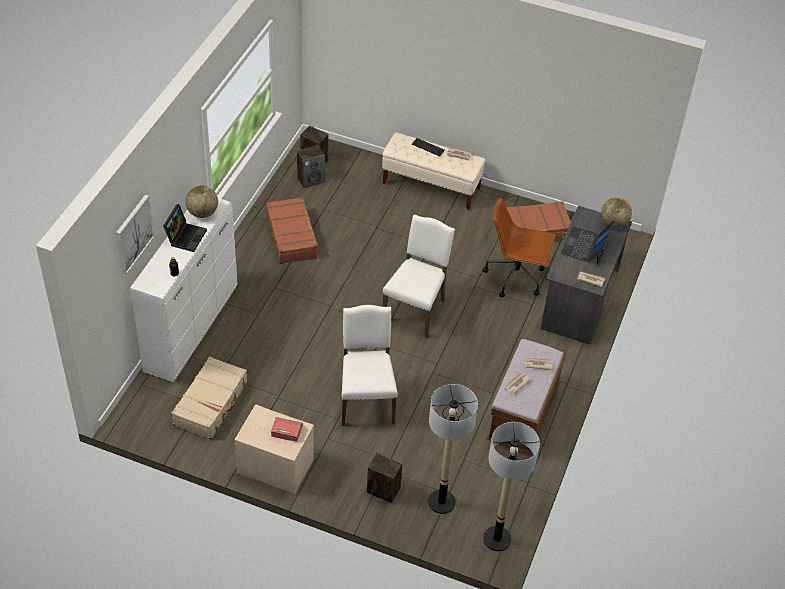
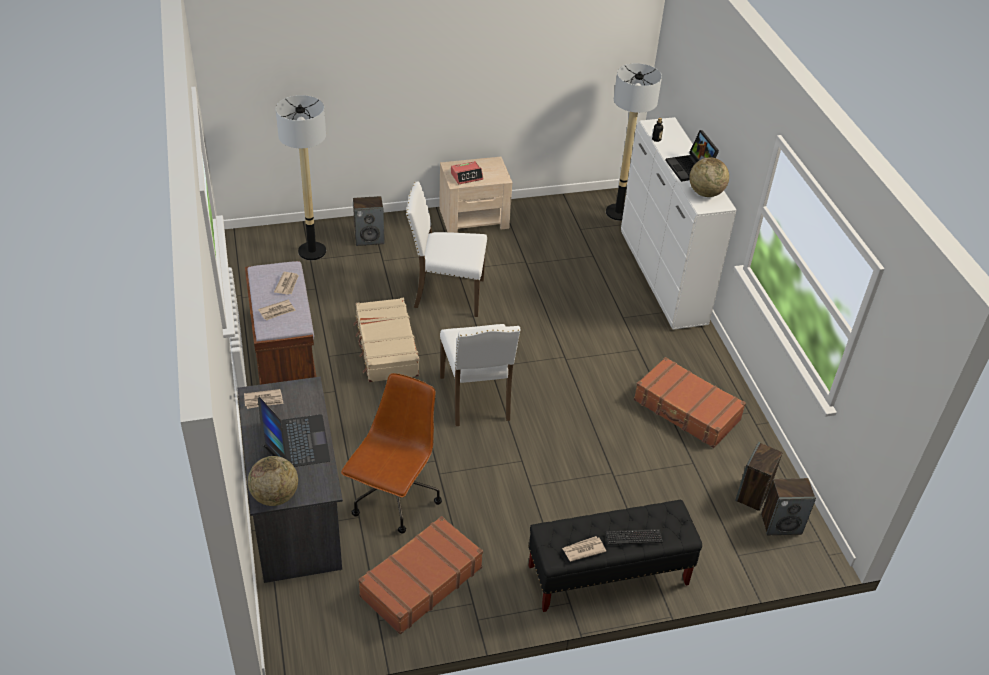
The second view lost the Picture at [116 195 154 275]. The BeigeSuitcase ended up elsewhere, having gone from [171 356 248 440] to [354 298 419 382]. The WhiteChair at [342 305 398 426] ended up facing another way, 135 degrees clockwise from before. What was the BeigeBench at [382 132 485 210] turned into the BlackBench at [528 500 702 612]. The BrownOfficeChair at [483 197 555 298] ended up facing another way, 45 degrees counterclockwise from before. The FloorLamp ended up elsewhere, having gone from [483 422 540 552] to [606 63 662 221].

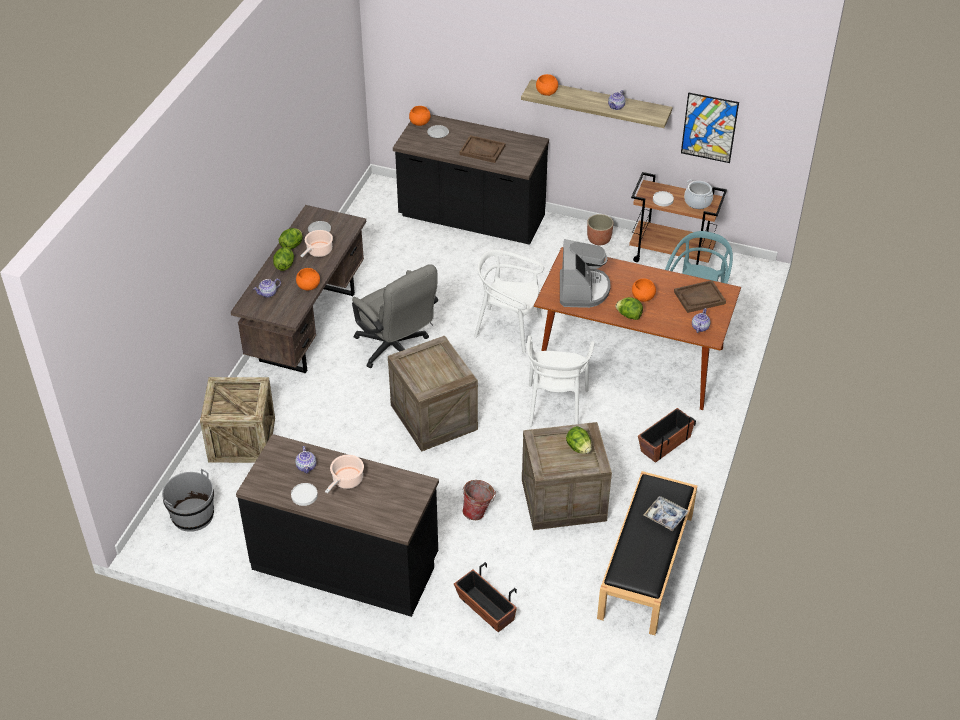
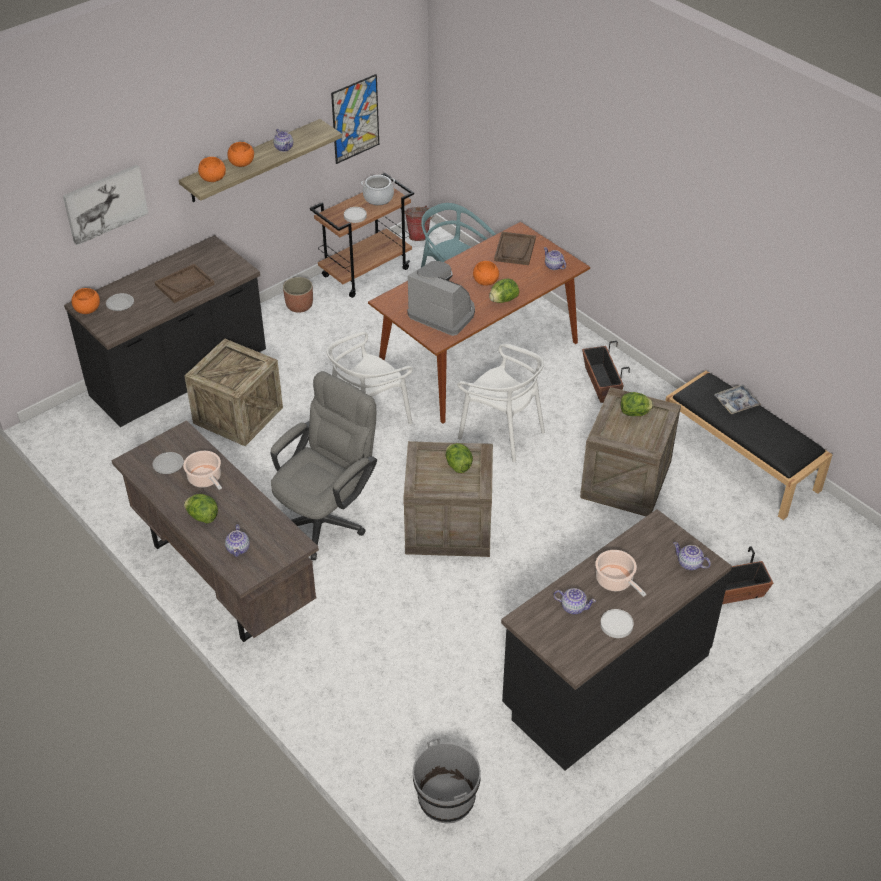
The Crate ended up elsewhere, having gone from [200 377 275 463] to [185 338 283 446]. The Lettuce ended up elsewhere, having gone from [279 228 303 250] to [446 443 473 473]. The OrangeBowl ended up elsewhere, having gone from [296 268 320 290] to [227 142 254 167]. The GreyOfficeChair at [352 264 438 368] ended up facing another way, 45 degrees counterclockwise from before. The Bucket ended up elsewhere, having gone from [463 480 496 520] to [405 206 434 241]. The second view gained the Picture at [63 165 148 245]. The second view gained the Teapot at [673 542 711 570].

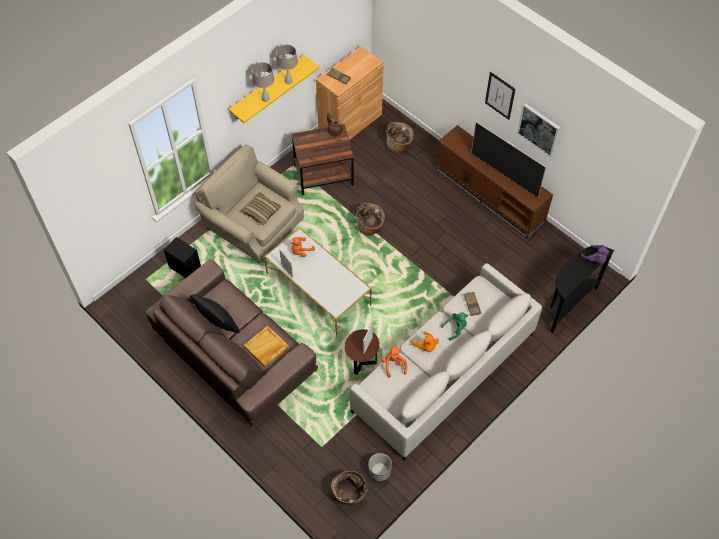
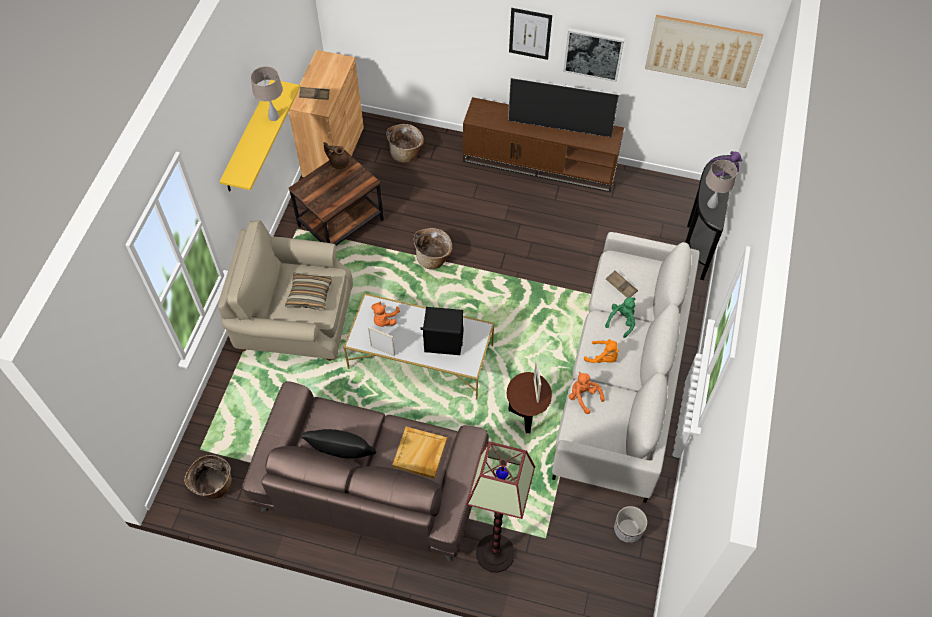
The BlackSpeaker ended up elsewhere, having gone from [164 237 201 278] to [421 307 463 355]. The BeigeTableLamp ended up elsewhere, having gone from [252 62 274 102] to [706 160 737 209]. The Basket ended up elsewhere, having gone from [331 471 368 506] to [184 455 231 499]. The second view gained the FloorLamp at [466 442 535 573]. The second view gained the Picture at [645 15 763 88].

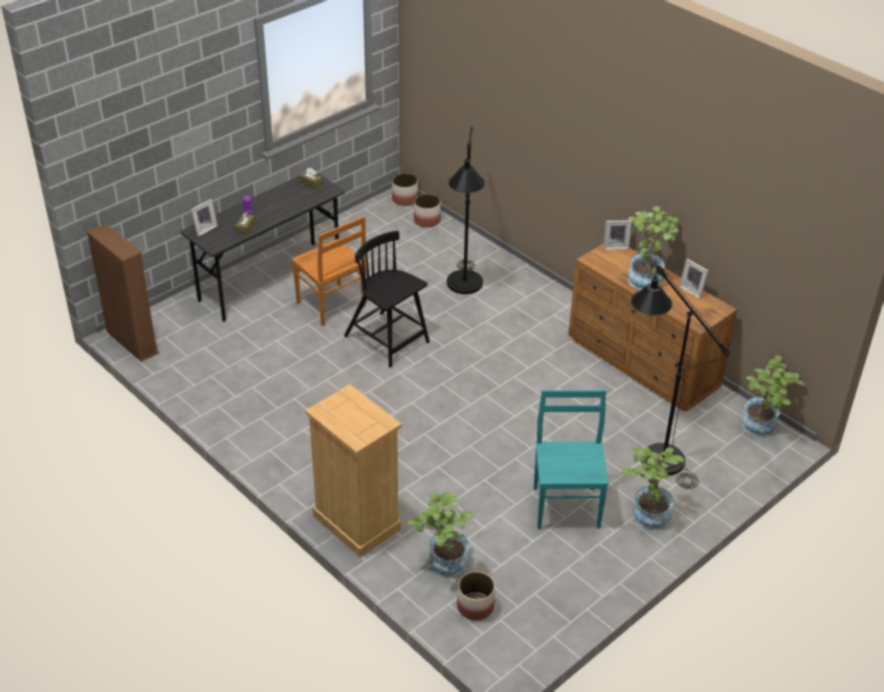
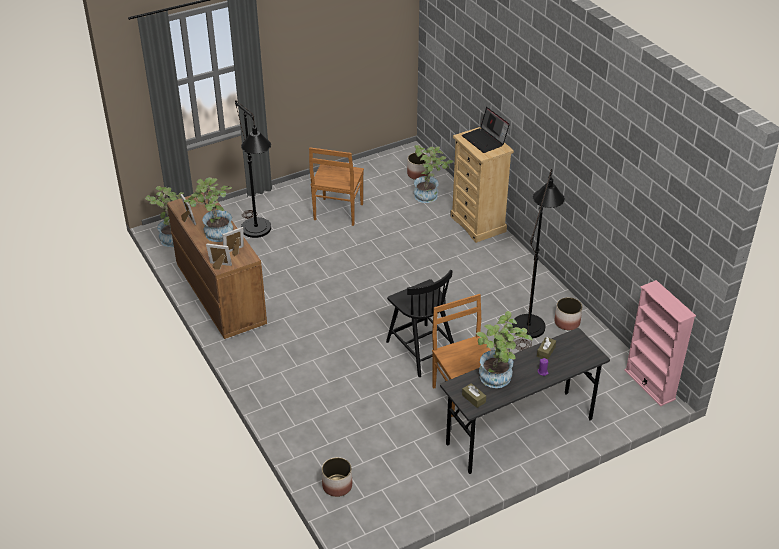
What was the BrownBookcase at [87 223 159 362] turned into the PinkBookcase at [624 280 696 406]. The PictureFrame ended up elsewhere, having gone from [191 199 218 236] to [223 227 244 256]. The Planter ended up elsewhere, having gone from [392 173 418 206] to [554 297 583 330]. The BlackFloorLamp ended up elsewhere, having gone from [447 126 485 294] to [512 169 565 351]. What was the TurquoiseChair at [534 390 609 529] turned into the BrownChair at [309 147 364 226]. The PottedPlant ended up elsewhere, having gone from [622 446 684 530] to [476 311 533 388]. The second view gained the Laptop at [462 107 510 153].

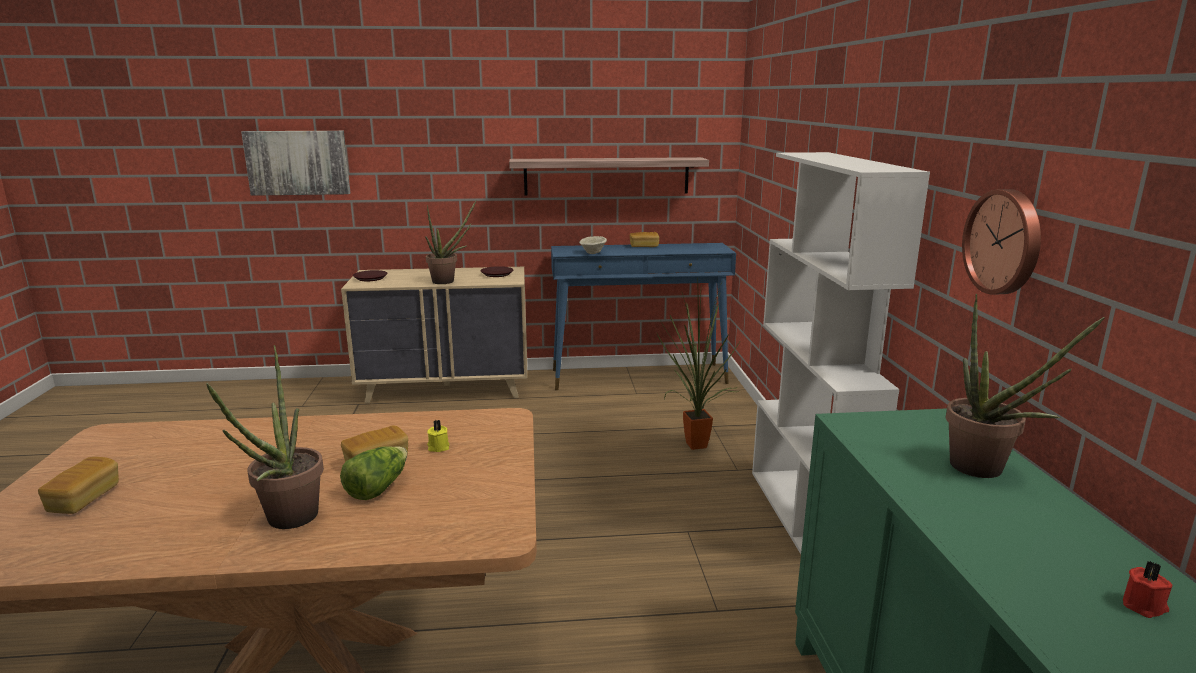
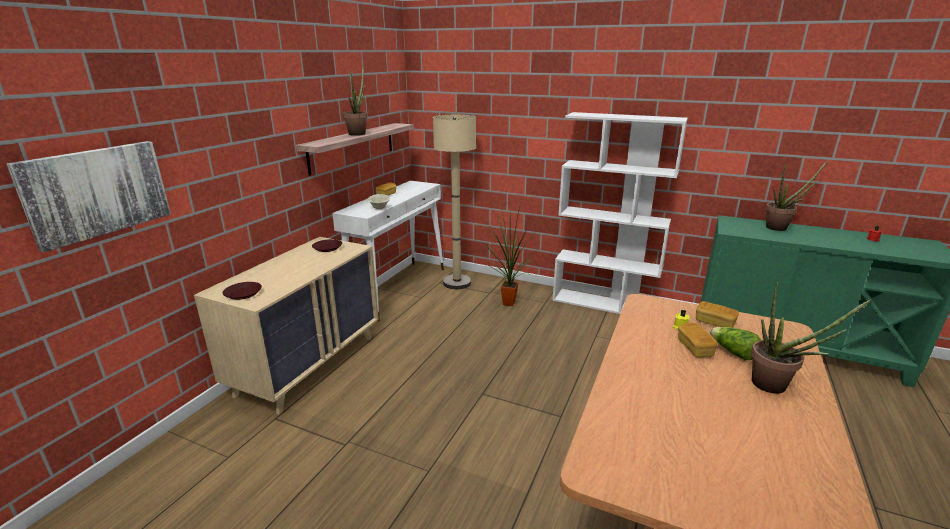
The Bread ended up elsewhere, having gone from [38 457 119 514] to [696 301 739 327]. The PottedPlant ended up elsewhere, having gone from [425 201 476 284] to [343 68 368 136]. What was the BlueConsoleTable at [551 243 736 390] turned into the WhiteConsoleTable at [332 181 444 322]. The second view lost the WallClock at [962 189 1041 294]. The second view gained the BeigeFloorLamp at [433 115 476 289].

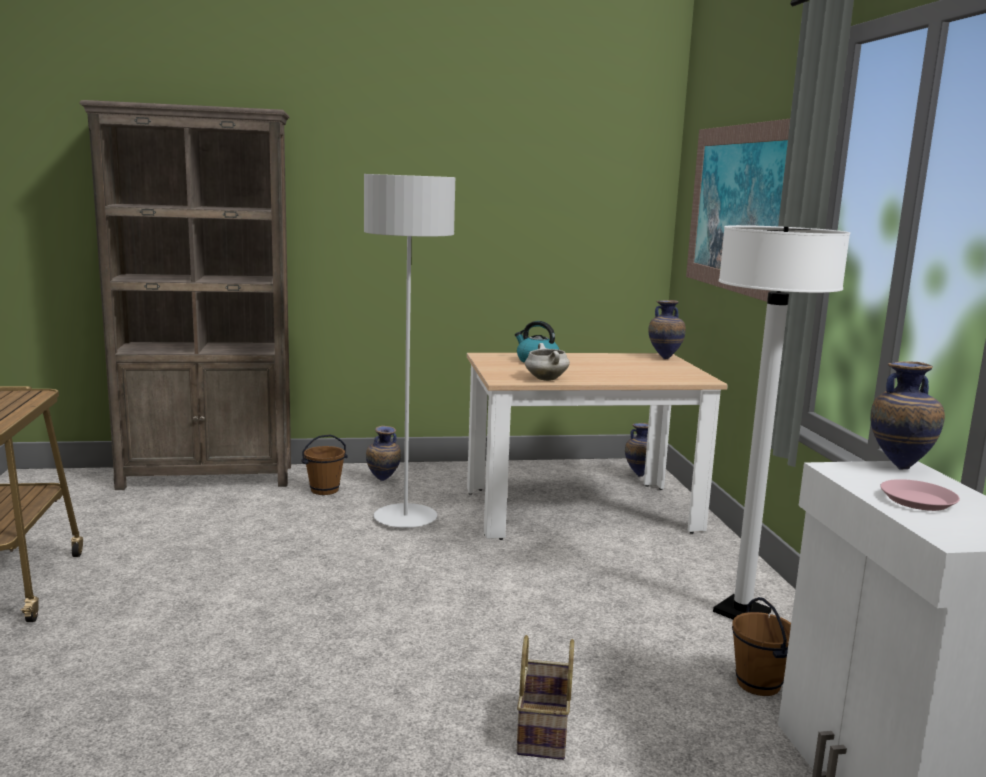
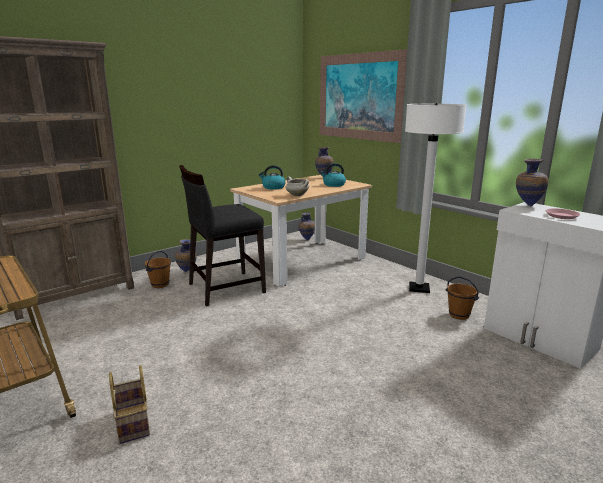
Where the GreyFloorLamp stood at [364 174 456 528], the BlackChair came to stand at [179 165 266 306]. The Basket ended up elsewhere, having gone from [516 635 574 760] to [109 365 150 444]. The second view gained the Kettle at [320 163 346 187].

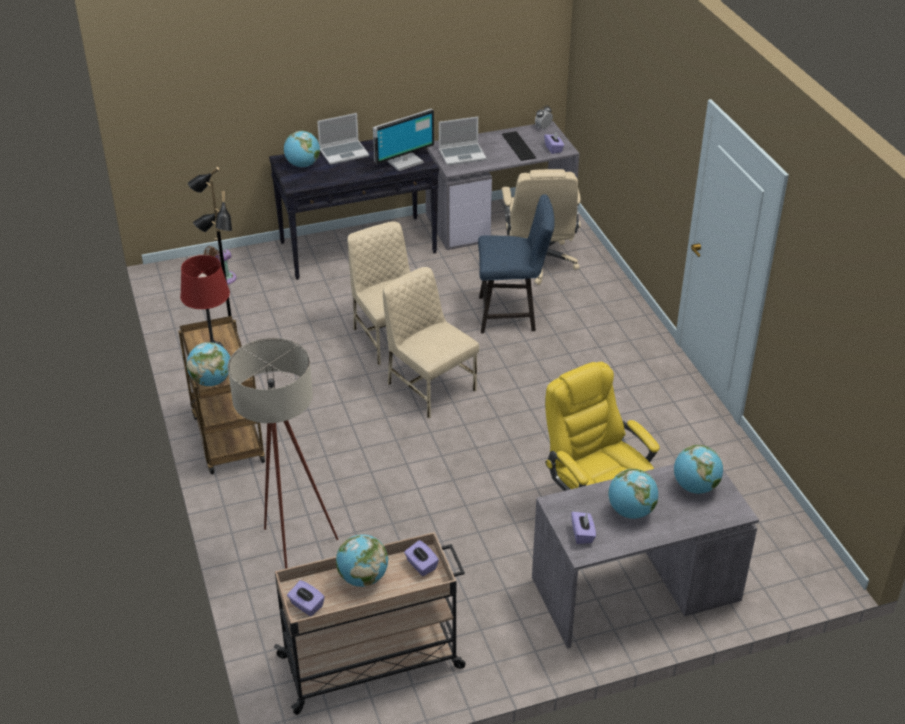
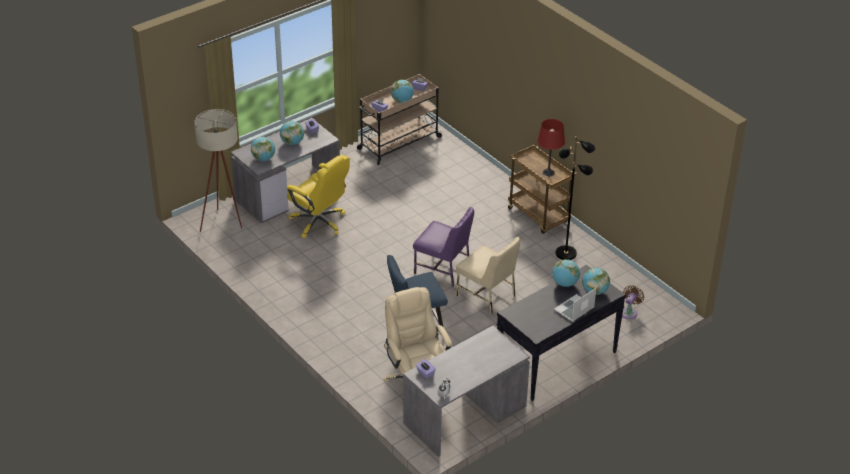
The Globe ended up elsewhere, having gone from [187 342 230 386] to [552 259 580 287]. The BeigeFloorLamp ended up elsewhere, having gone from [228 338 338 569] to [194 109 242 232]. The second view lost the Monitor at [373 109 434 171]. What was the BeigeChair at [383 267 479 418] turned into the PurpleChair at [413 207 474 286]. The second view lost the Laptop at [439 116 486 165]. The second view lost the Keyboard at [502 131 536 161].

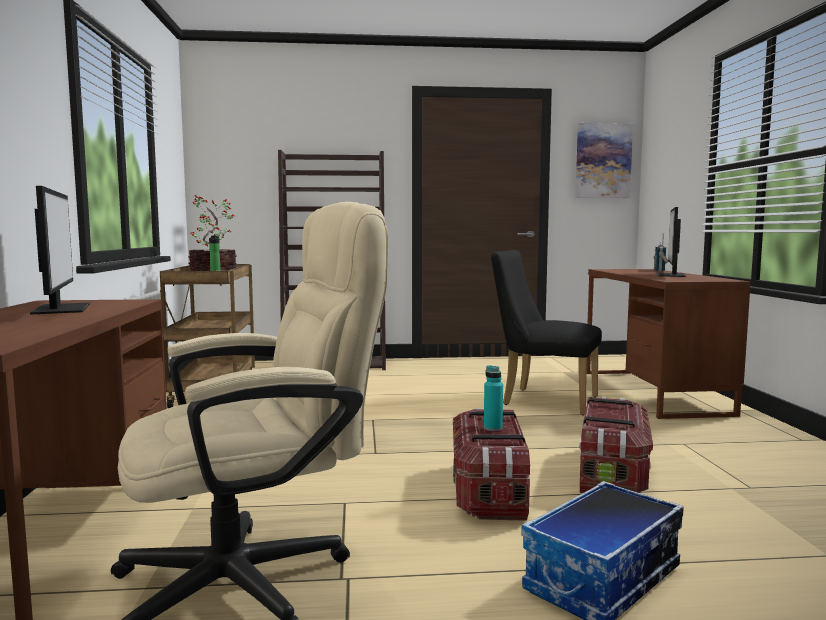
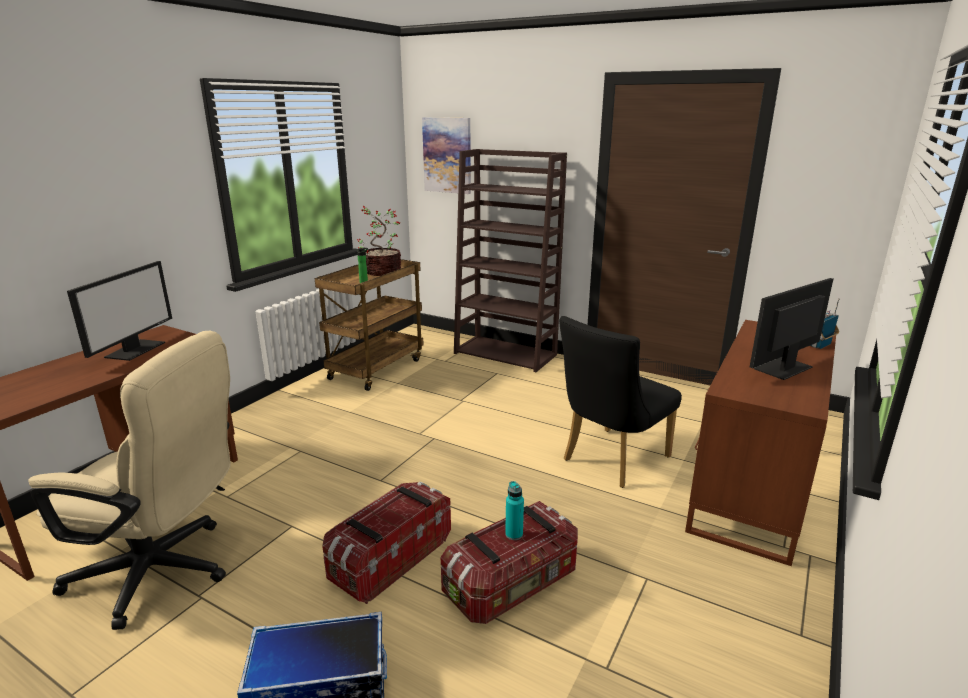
The TurquoiseBottle ended up elsewhere, having gone from [484 365 503 431] to [505 481 524 540]. The BlackChair at [491 250 602 416] ended up facing another way, 105 degrees counterclockwise from before. The Picture ended up elsewhere, having gone from [576 123 633 198] to [422 117 471 194].

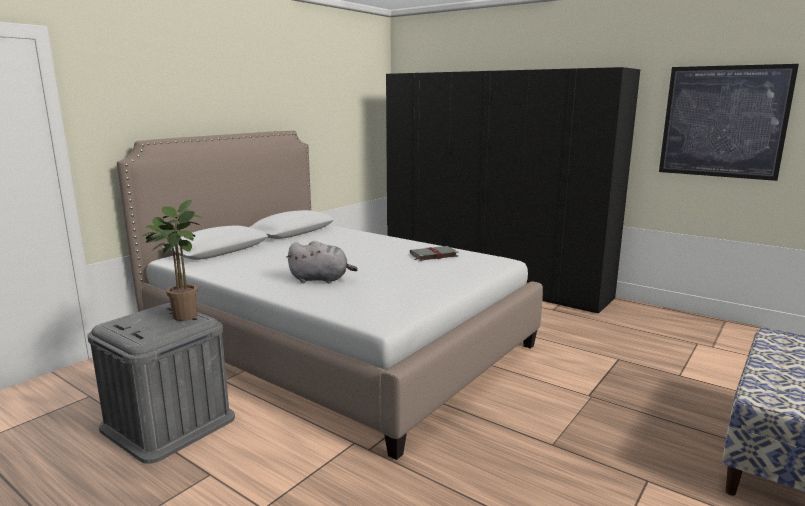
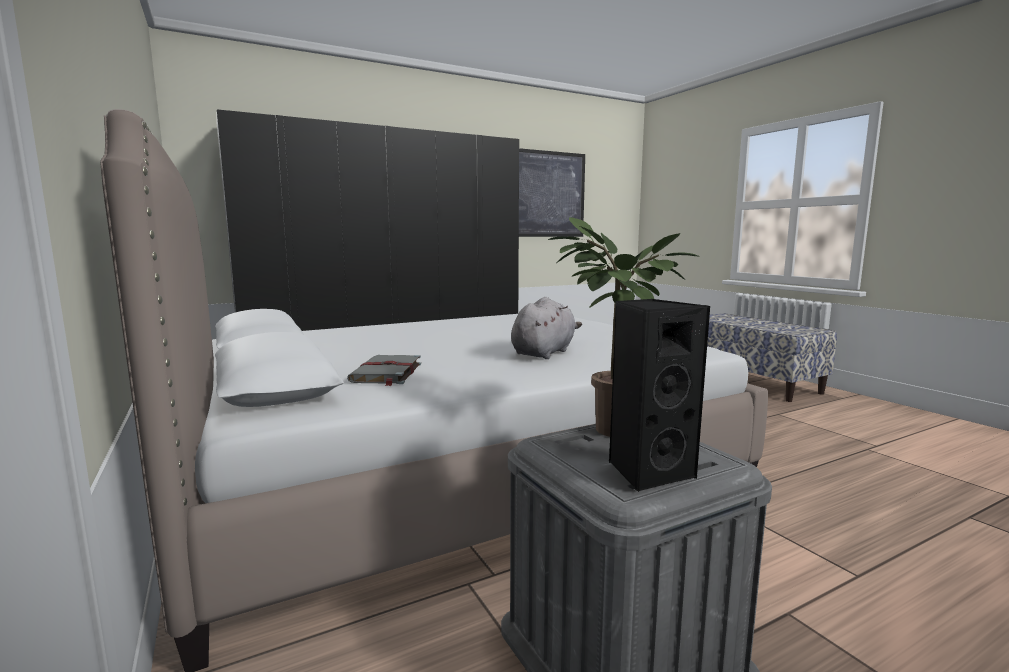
The GreyBook ended up elsewhere, having gone from [410 246 458 261] to [347 355 421 386]. The second view gained the BlackSpeaker at [609 299 710 492].

